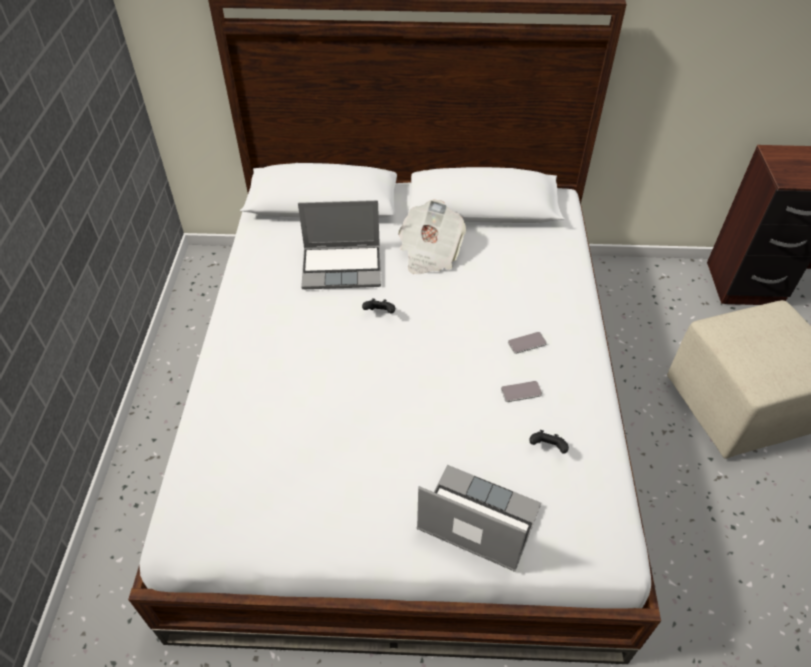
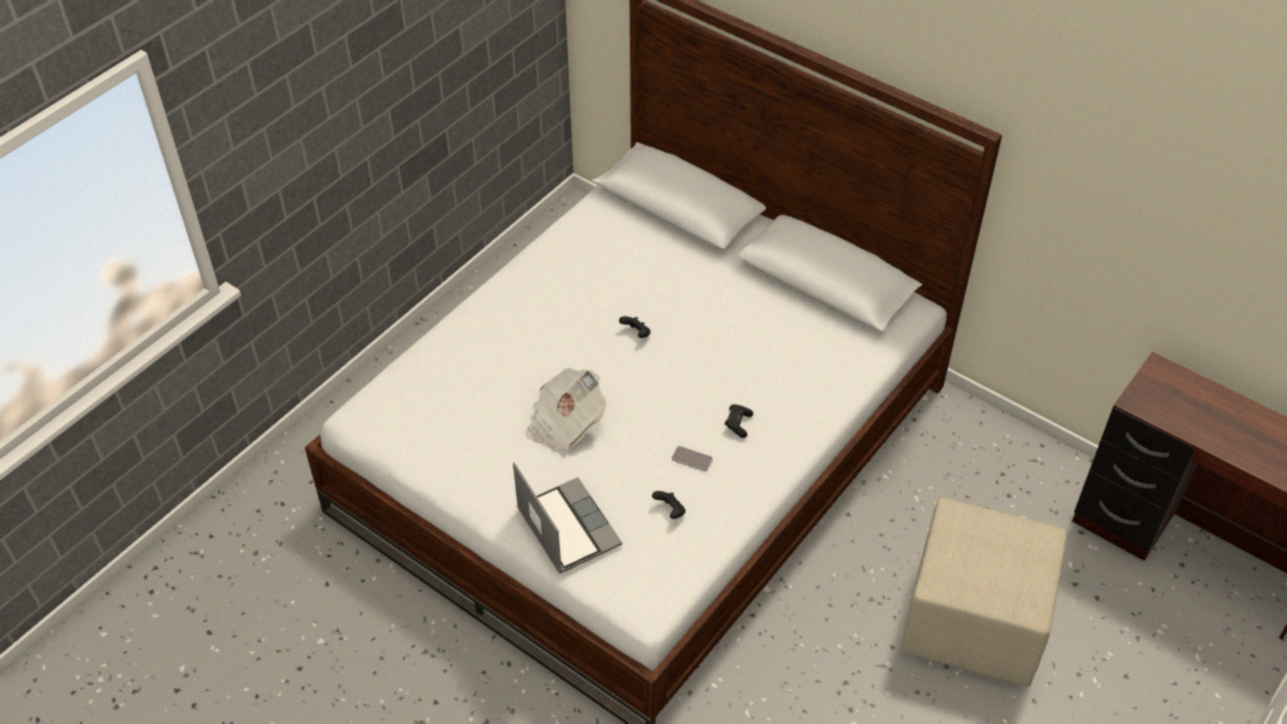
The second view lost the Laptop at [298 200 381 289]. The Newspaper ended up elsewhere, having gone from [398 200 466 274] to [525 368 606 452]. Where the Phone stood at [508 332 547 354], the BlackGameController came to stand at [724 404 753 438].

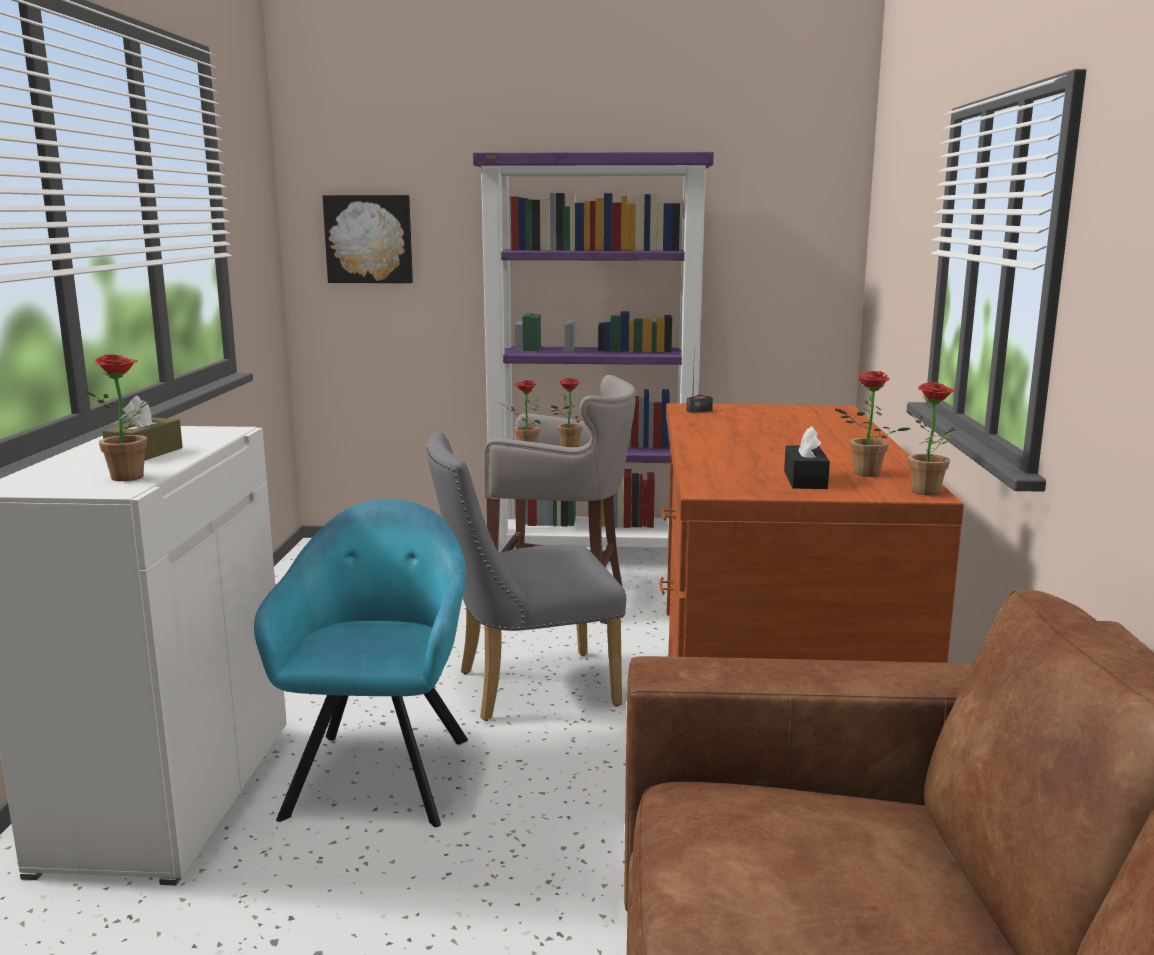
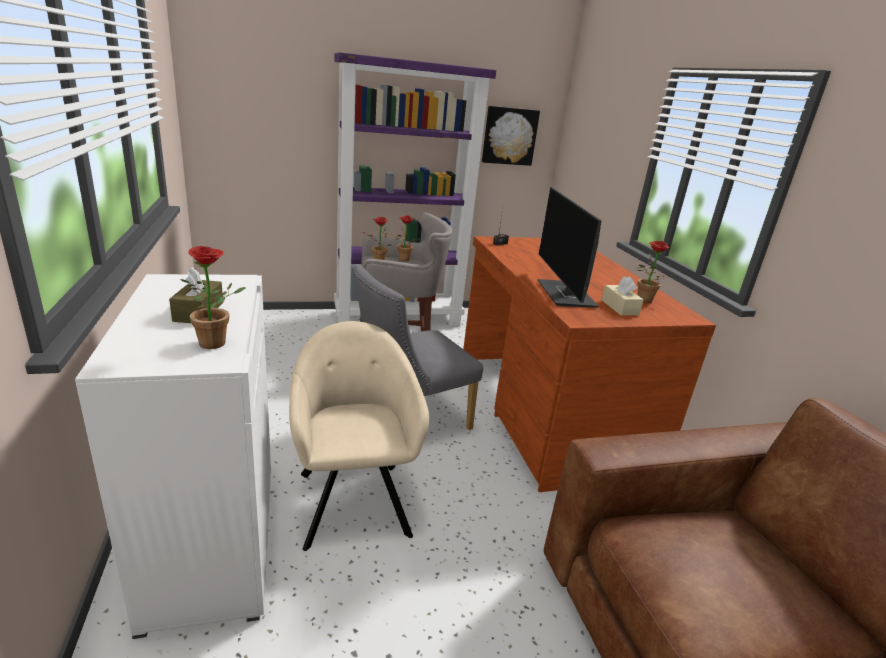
What was the TurquoiseArmchair at [254 499 468 827] turned into the BeigeArmchair at [289 321 429 551]. The Picture ended up elsewhere, having gone from [322 195 413 283] to [482 106 540 166]. What was the BlackTissueBox at [784 426 830 489] turned into the BeigeTissueBox at [602 276 644 316]. The second view lost the PottedPlant at [906 382 956 496]. The second view gained the Monitor at [538 187 601 308].

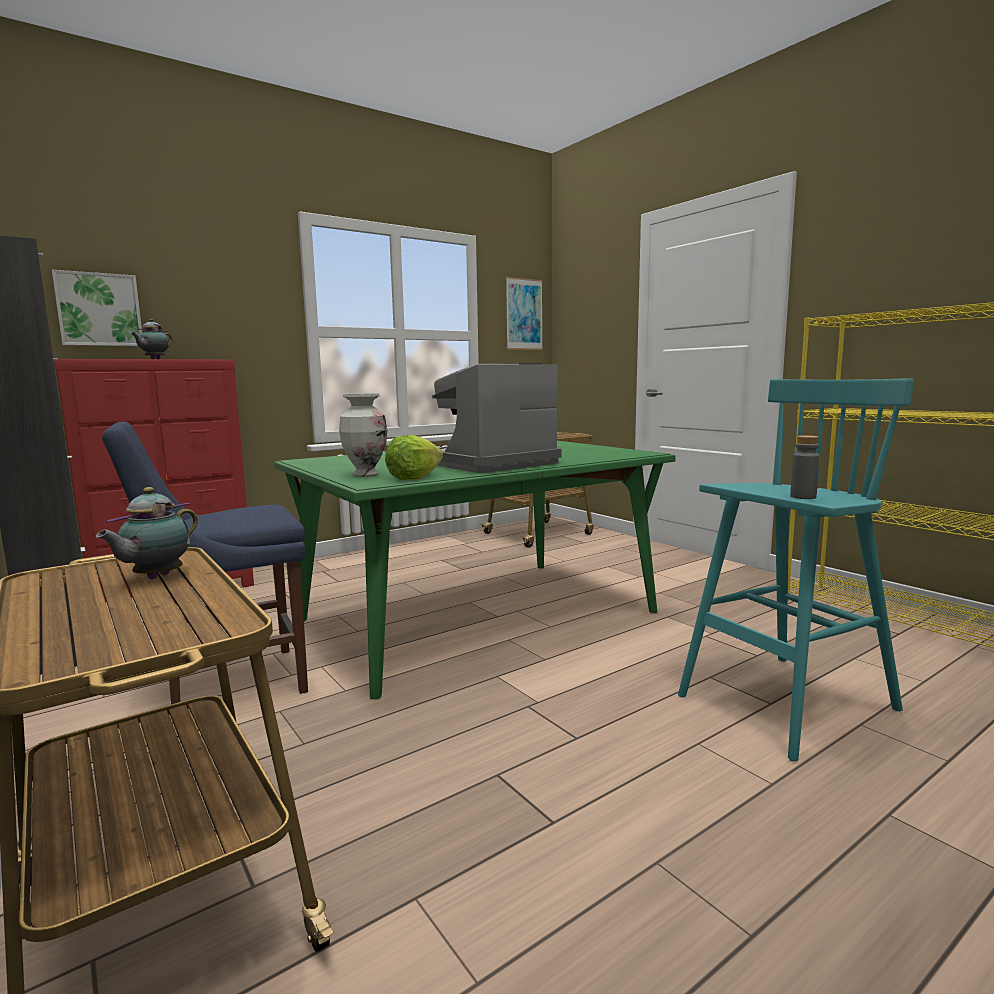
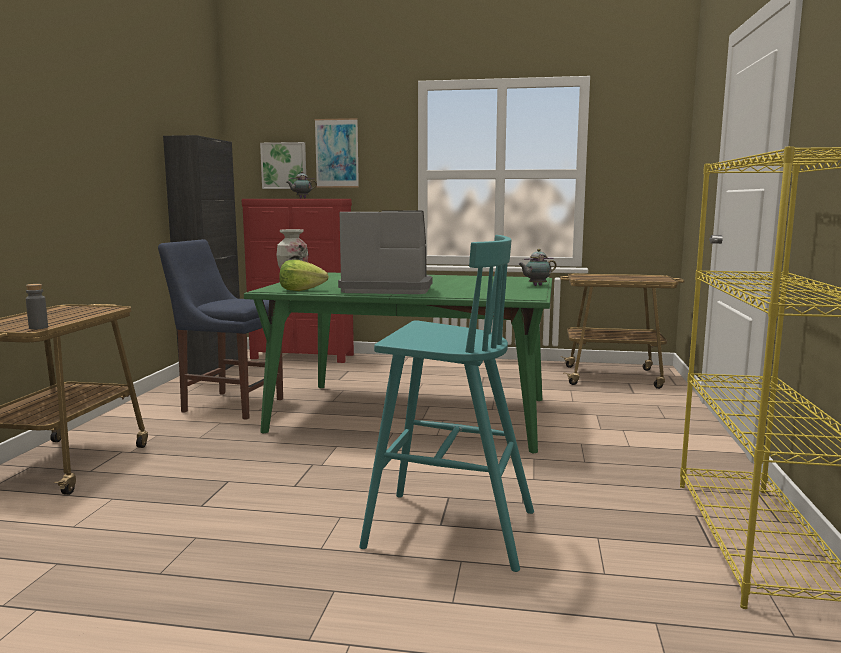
The Teapot ended up elsewhere, having gone from [96 487 198 579] to [518 249 557 286]. The Picture ended up elsewhere, having gone from [506 277 543 350] to [315 118 359 188]. The GreyBottle ended up elsewhere, having gone from [790 435 820 499] to [26 284 48 330].

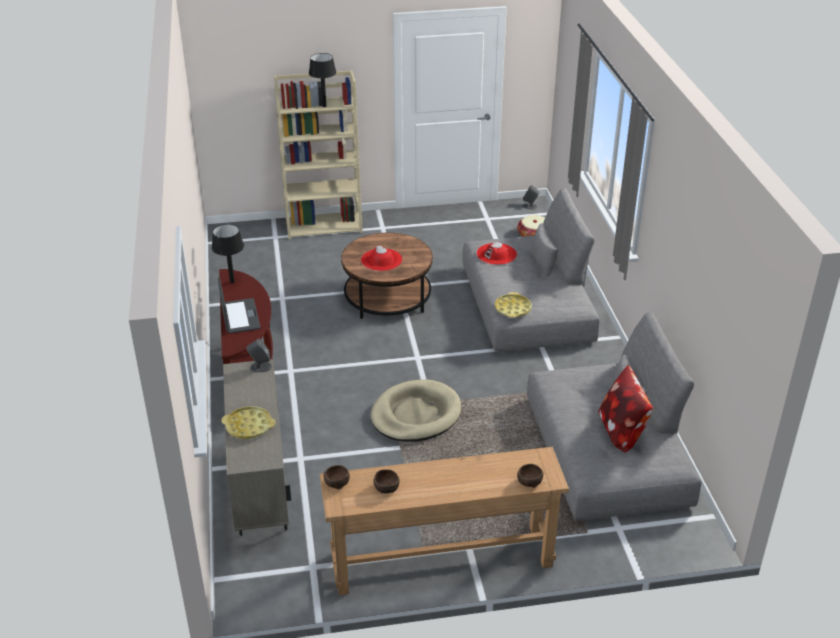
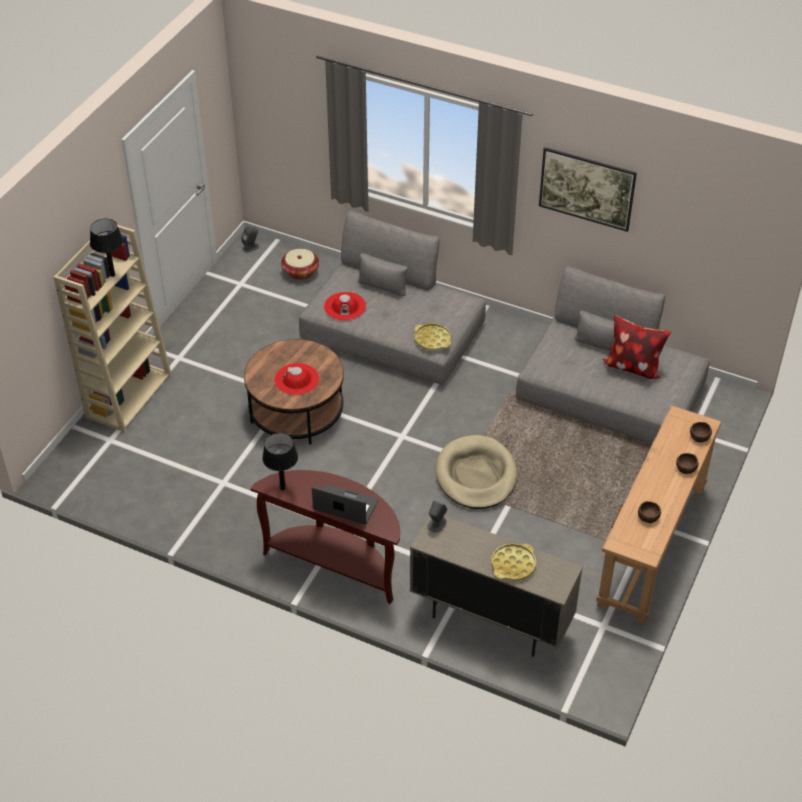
The BrownBowl ended up elsewhere, having gone from [324 465 350 489] to [676 453 698 474]. The second view gained the Picture at [539 147 637 232].

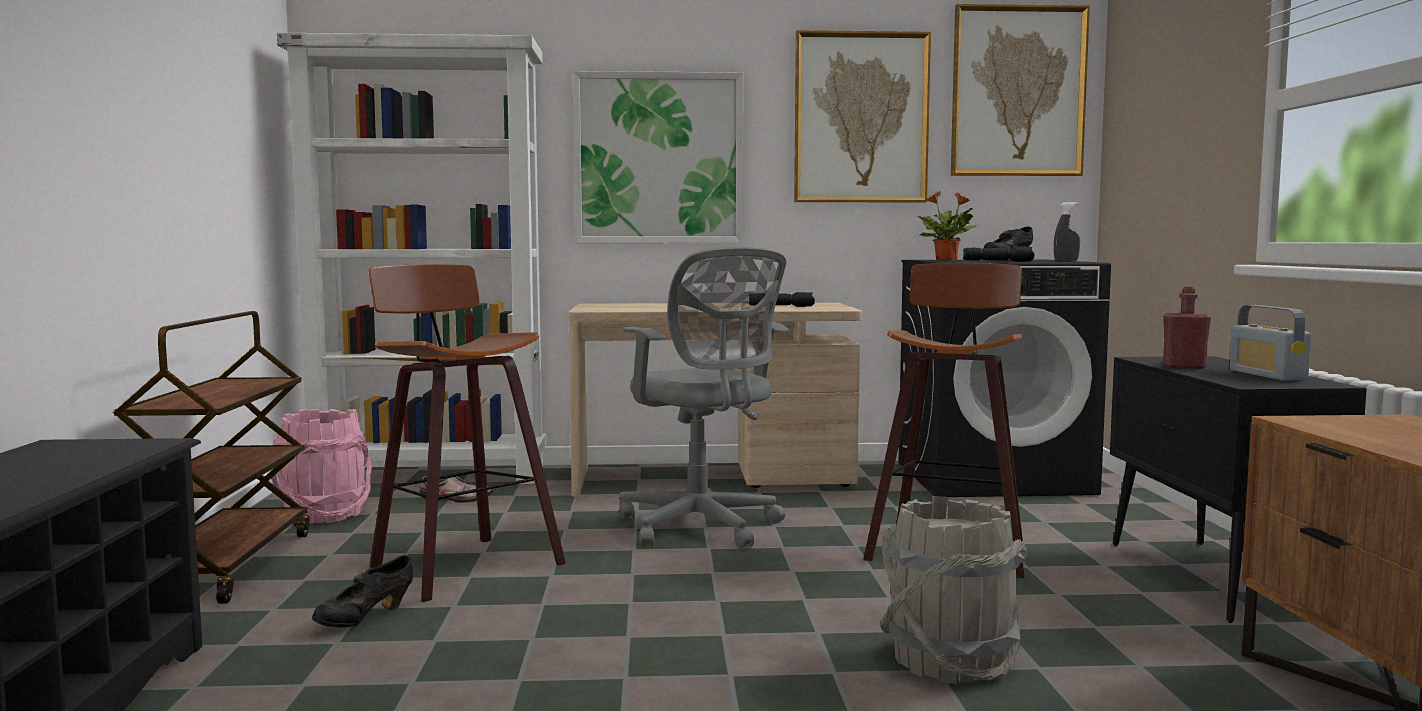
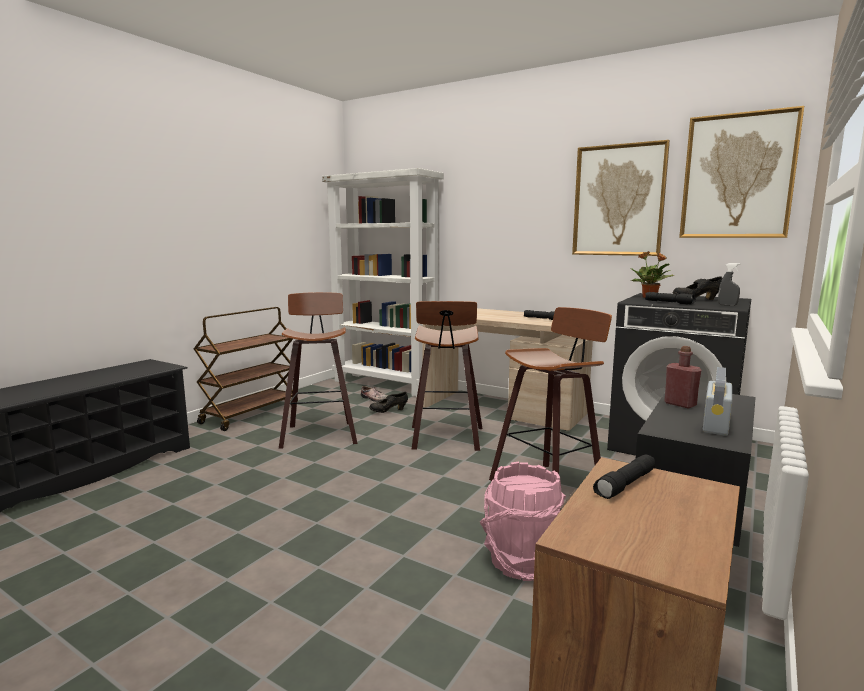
The PinkBucket ended up elsewhere, having gone from [271 409 372 524] to [480 461 566 581]. The BlackShoe ended up elsewhere, having gone from [312 555 413 627] to [369 392 408 413]. The second view lost the Picture at [573 71 743 243]. Where the GreyOfficeChair stood at [619 247 790 549], the Stool came to stand at [412 301 483 451]. The second view lost the GreyBucket at [880 496 1027 684]. The second view gained the BlackFlashlight at [593 455 655 499].

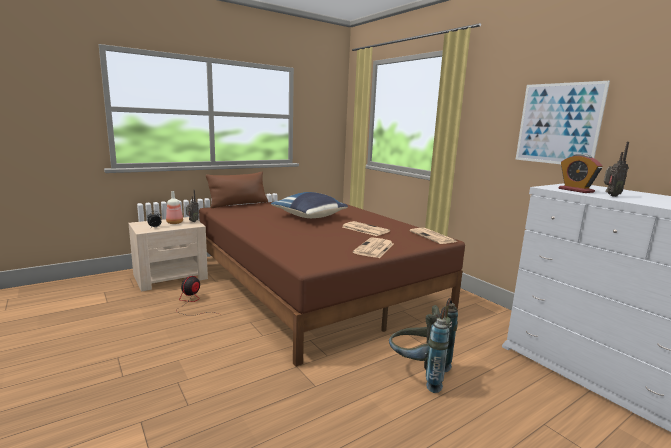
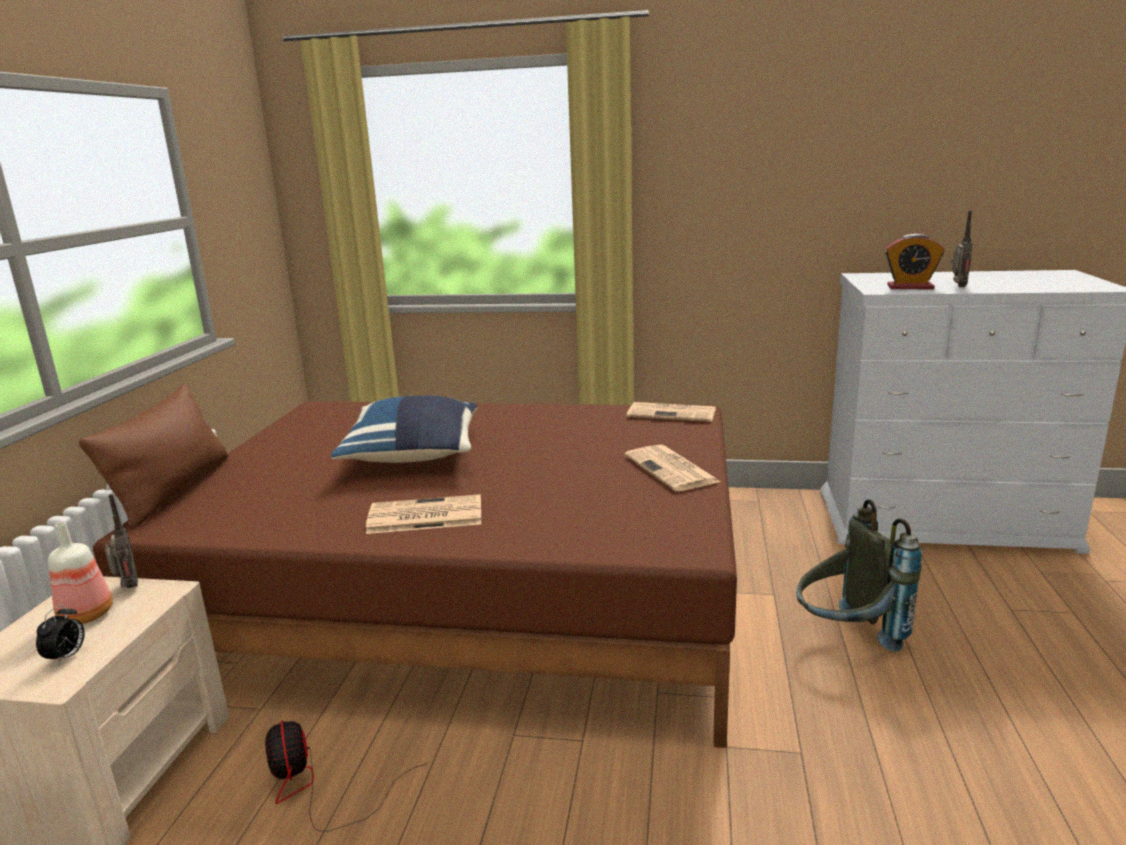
The Newspaper ended up elsewhere, having gone from [343 221 390 236] to [366 494 481 534]. The second view lost the Picture at [516 81 610 164].

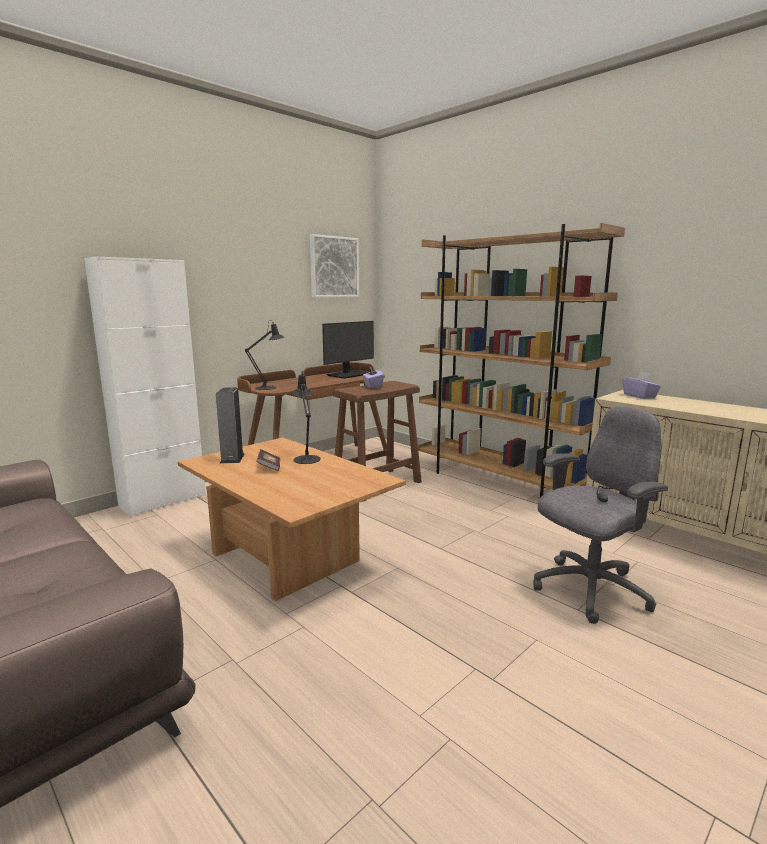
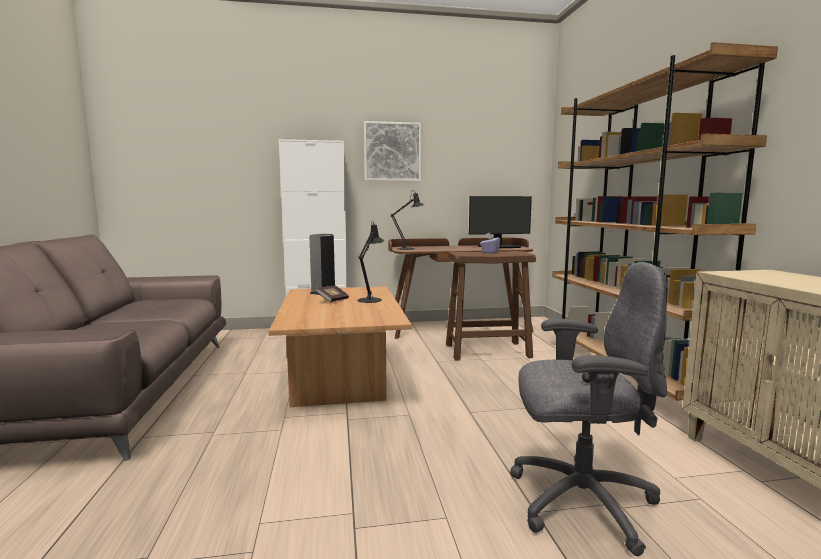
The Picture ended up elsewhere, having gone from [310 234 359 298] to [364 121 421 181]. The second view lost the PurpleTissueBox at [622 371 661 399].

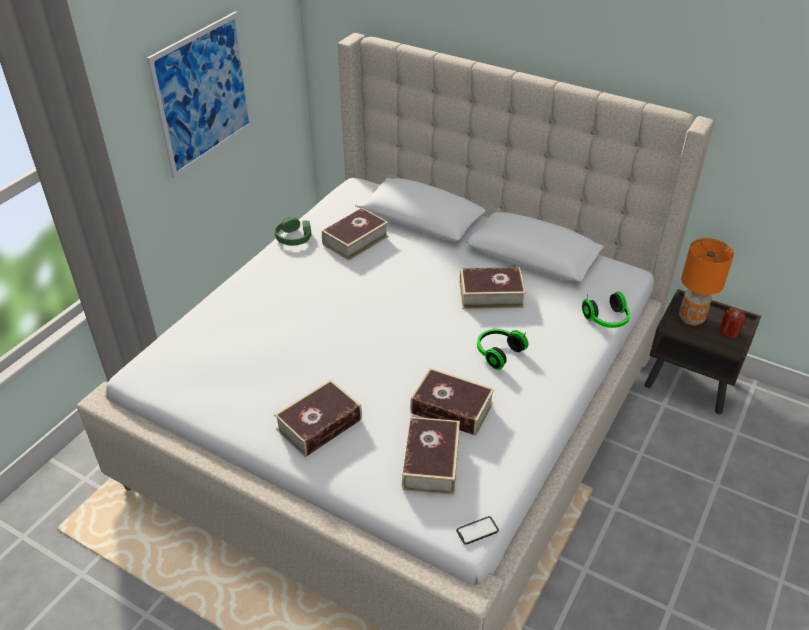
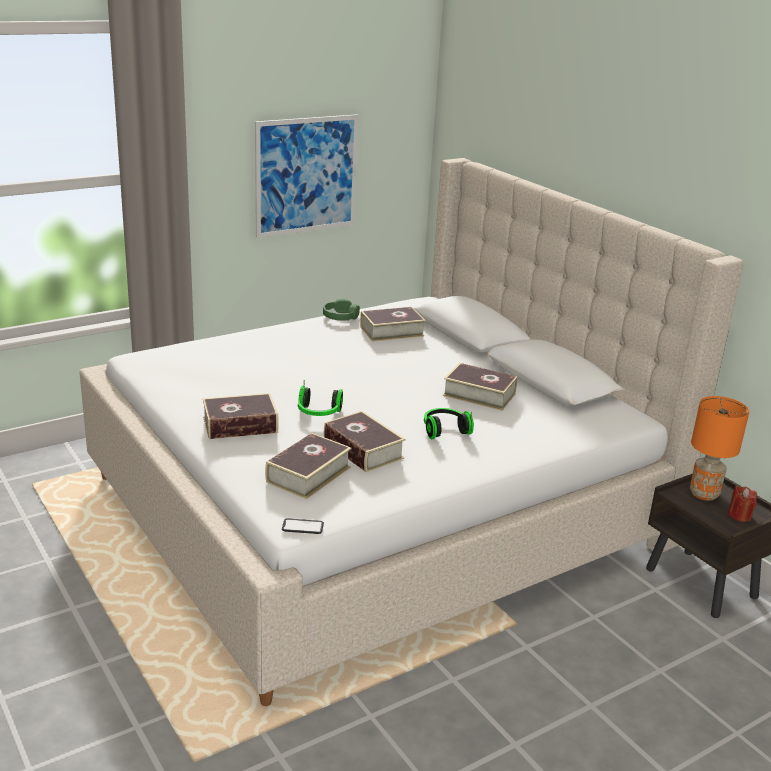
The Headphones ended up elsewhere, having gone from [582 292 630 328] to [298 380 343 416].

